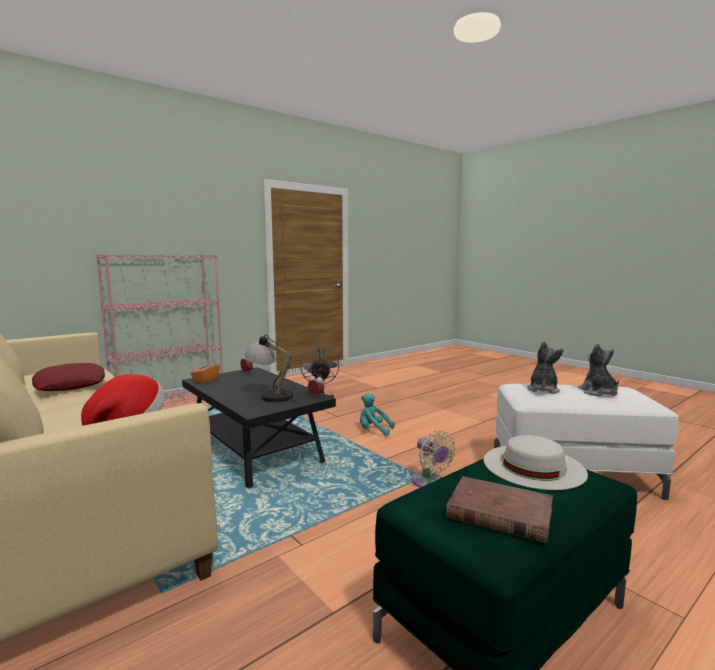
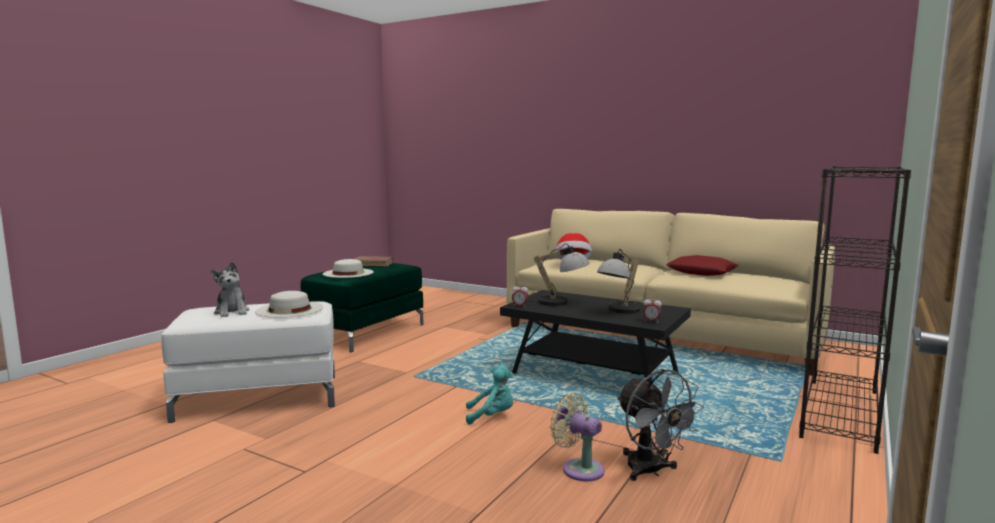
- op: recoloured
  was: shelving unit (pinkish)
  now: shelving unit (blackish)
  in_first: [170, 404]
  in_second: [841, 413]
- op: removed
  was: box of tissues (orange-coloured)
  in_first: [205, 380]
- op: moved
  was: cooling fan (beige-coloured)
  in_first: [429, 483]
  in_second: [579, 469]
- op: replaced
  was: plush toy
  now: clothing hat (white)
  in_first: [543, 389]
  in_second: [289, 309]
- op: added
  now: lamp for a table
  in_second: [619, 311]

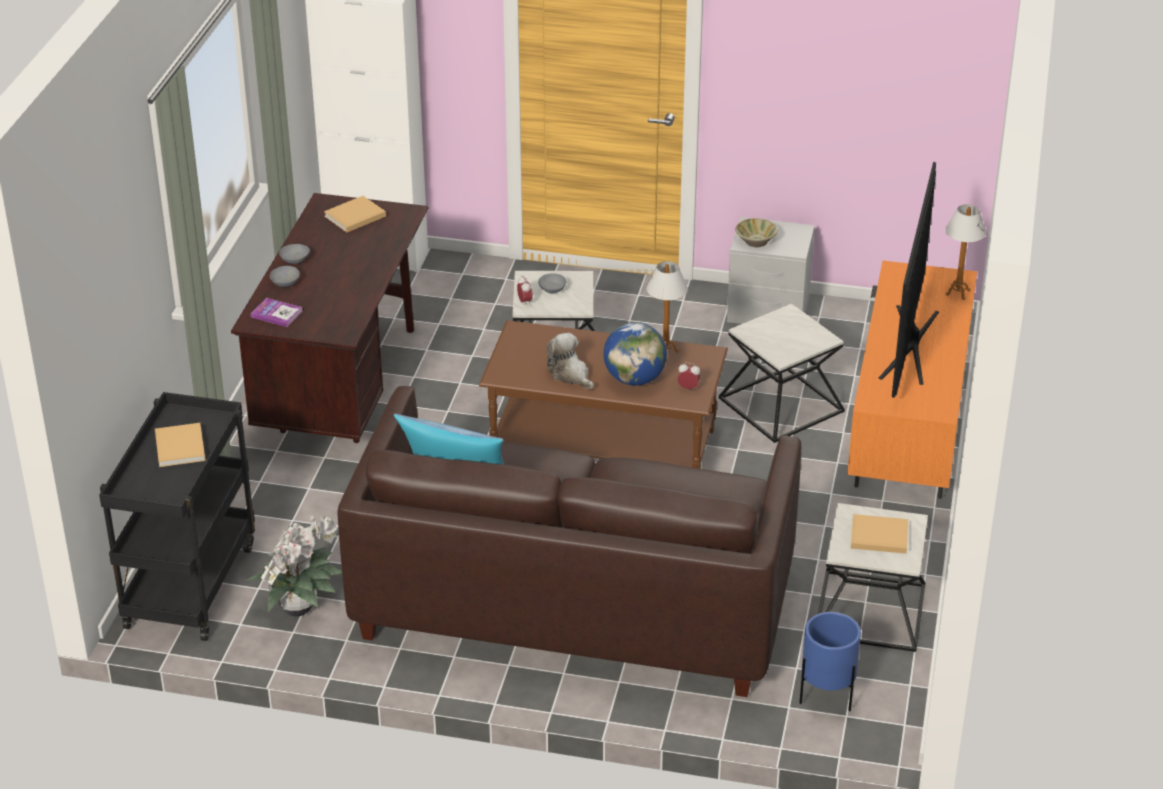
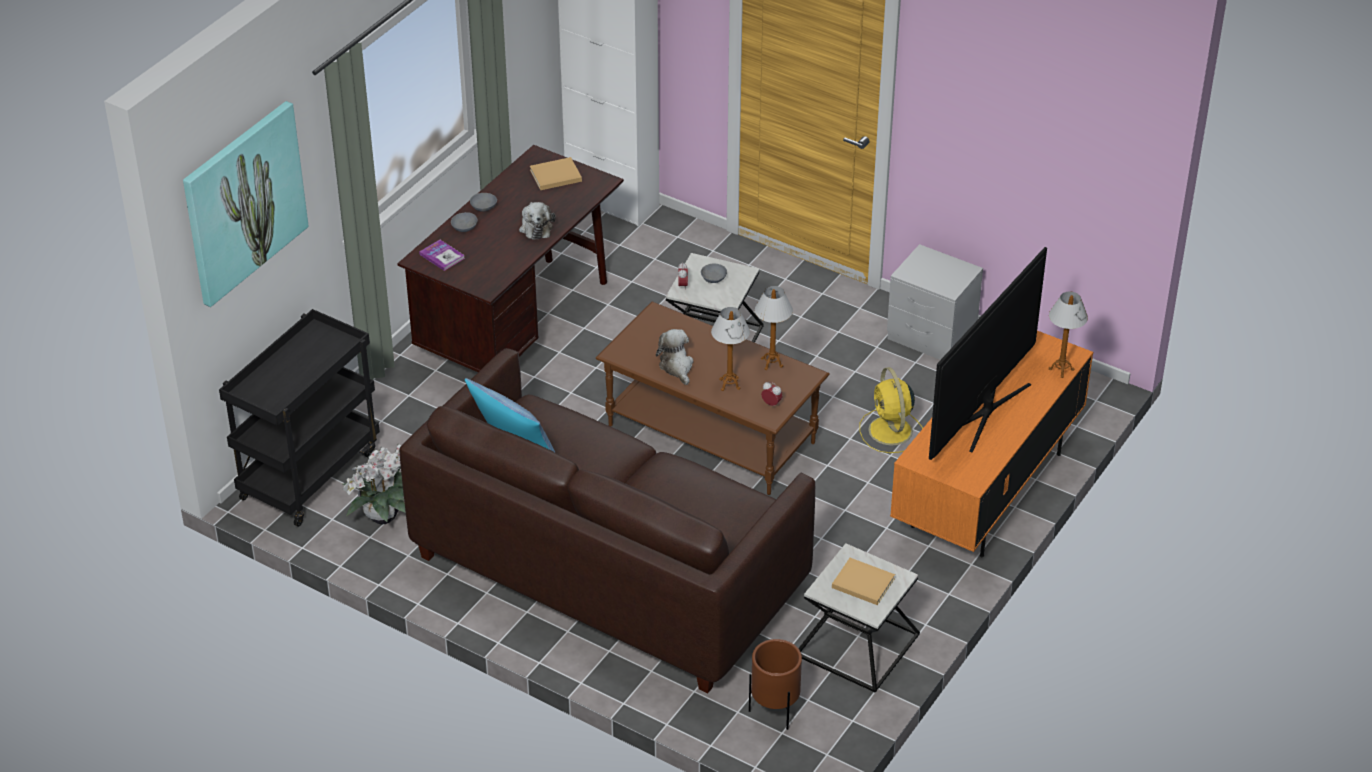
- op: removed
  was: volume (beige-coloured)
  in_first: [180, 448]
- op: replaced
  was: desk globe
  now: lamp for a table
  in_first: [634, 379]
  in_second: [729, 384]
- op: replaced
  was: side table
  now: cooling fan (yellowish)
  in_first: [782, 405]
  in_second: [891, 432]
- op: removed
  was: bowl (beige-coloured)
  in_first: [755, 241]
- op: recoloured
  was: flower pot (bluish)
  now: flower pot (brownish)
  in_first: [826, 697]
  in_second: [774, 711]
- op: added
  now: wall art
  in_second: [243, 202]
- op: added
  now: plush toy
  in_second: [536, 227]

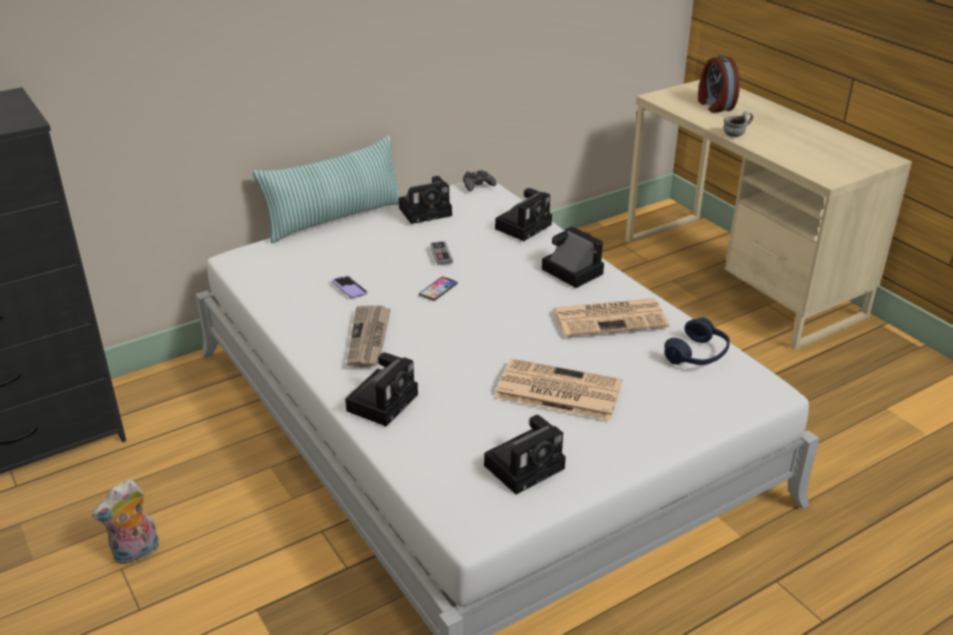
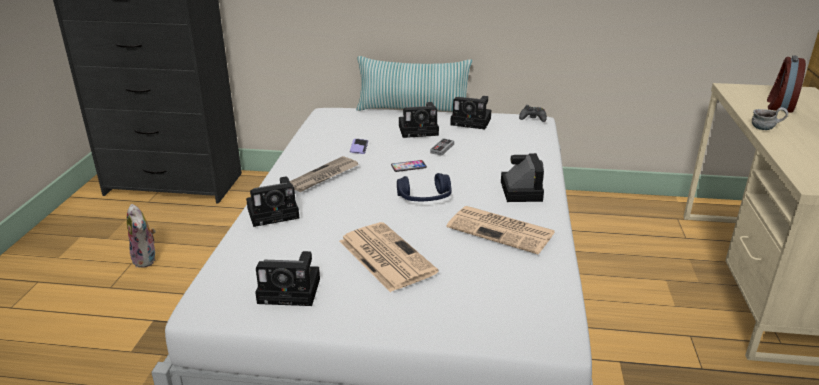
- op: turned
  was: plush toy
  in_first: [136, 553]
  in_second: [146, 259]
  clockwise: -120
- op: moved
  was: still camera
  in_first: [524, 226]
  in_second: [420, 130]
- op: moved
  was: headphones (bluish)
  in_first: [697, 355]
  in_second: [425, 198]

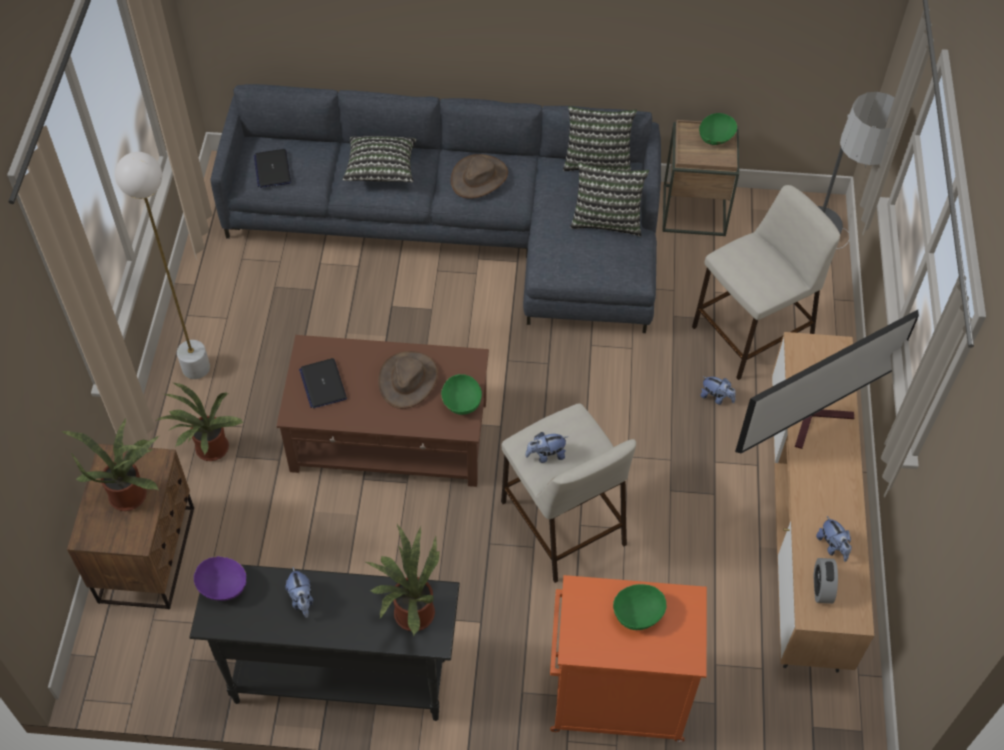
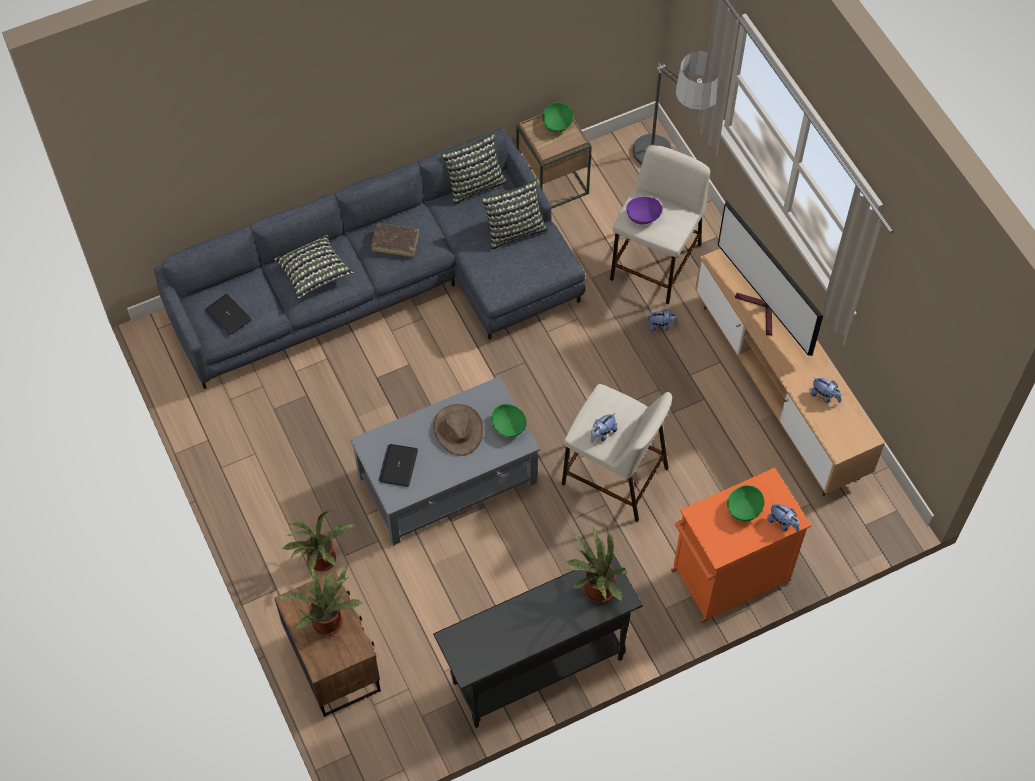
- op: removed
  was: standard lamp (white)
  in_first: [196, 368]
- op: moved
  was: bowl (purple-coloured)
  in_first: [223, 586]
  in_second: [643, 216]
- op: recoloured
  was: lounge table (brownish)
  now: lounge table (gray)
  in_first: [390, 436]
  in_second: [448, 478]
- op: moved
  was: plush toy
  in_first: [302, 600]
  in_second: [783, 523]
- op: turned
  was: notebook computer
  in_first: [323, 384]
  in_second: [398, 465]
  clockwise: 60
- op: replaced
  was: clothing hat (brownish)
  now: volume (brownish)
  in_first: [479, 177]
  in_second: [395, 242]
- op: turned
  was: television
  in_first: [818, 420]
  in_second: [762, 311]
  clockwise: 120
- op: removed
  was: alarm clock
  in_first: [821, 588]

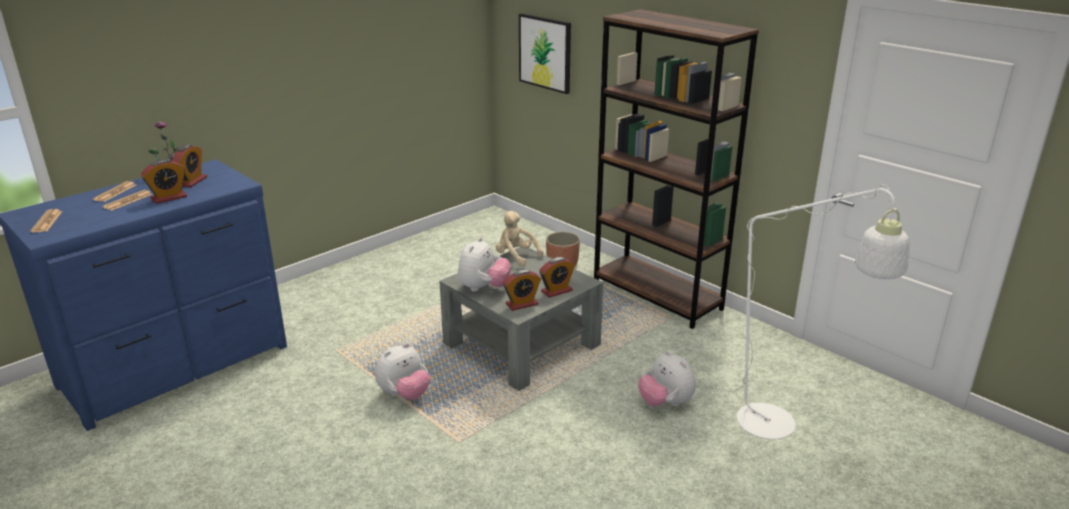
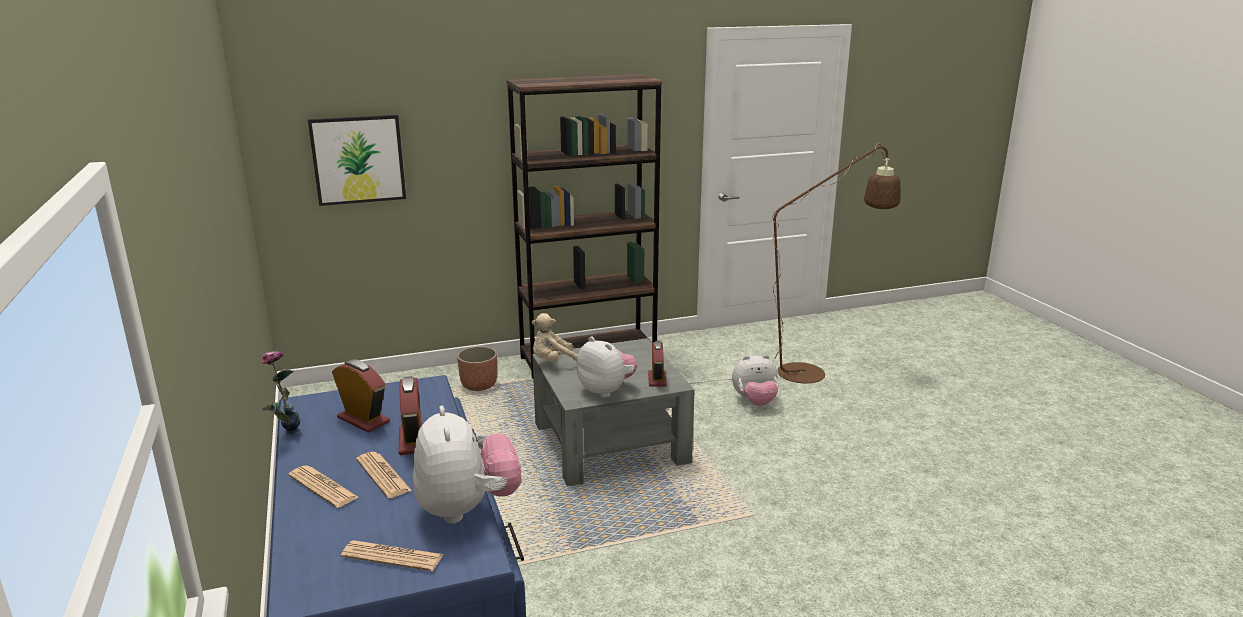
- op: moved
  was: plush toy
  in_first: [404, 394]
  in_second: [467, 509]
- op: removed
  was: alarm clock
  in_first: [556, 291]
- op: recoloured
  was: standard lamp (white)
  now: standard lamp (brownish)
  in_first: [779, 428]
  in_second: [813, 371]

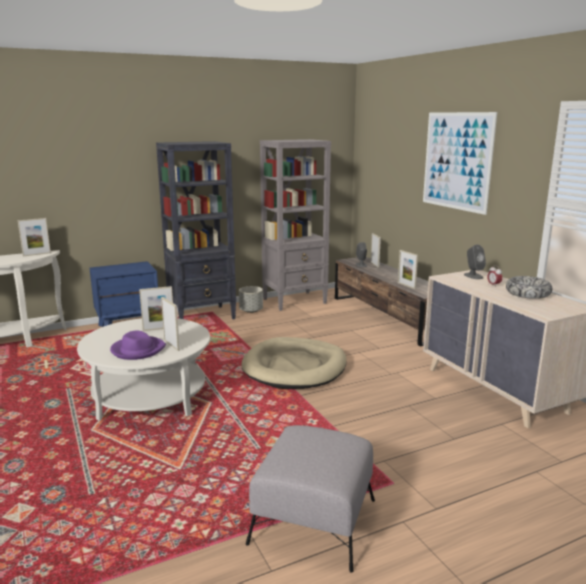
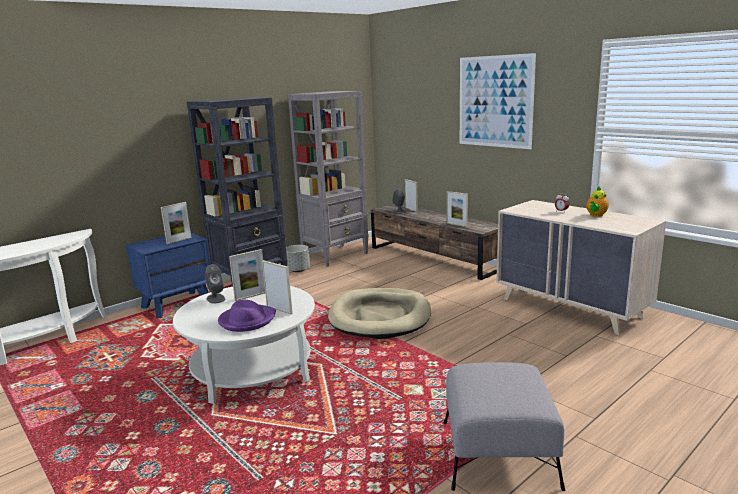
- op: moved
  was: photo frame
  in_first: [37, 254]
  in_second: [179, 240]
- op: moved
  was: speaker (gray)
  in_first: [473, 276]
  in_second: [215, 298]
- op: replaced
  was: bowl
  now: tea pot
  in_first: [527, 293]
  in_second: [596, 215]

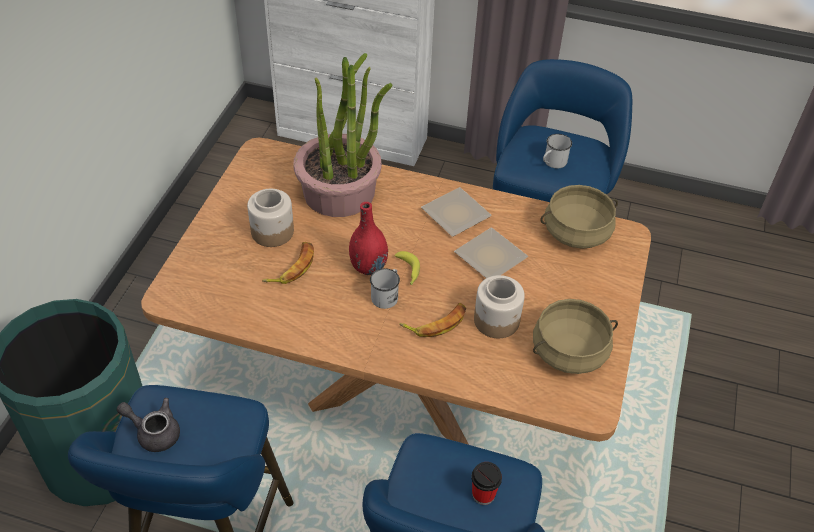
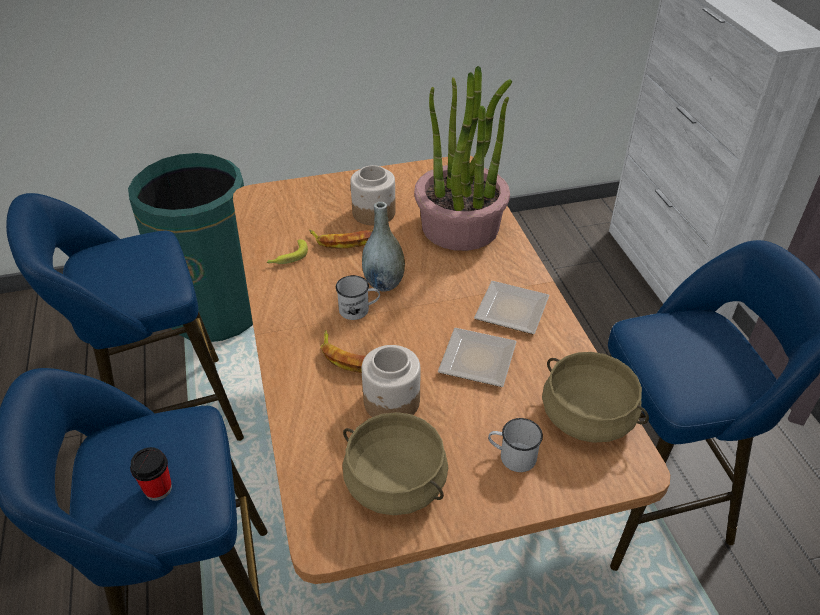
- op: removed
  was: tea pot (gray)
  in_first: [154, 432]
- op: recoloured
  was: flower vase (red)
  now: flower vase (gray)
  in_first: [368, 267]
  in_second: [384, 283]
- op: moved
  was: banana
  in_first: [408, 271]
  in_second: [287, 257]
- op: moved
  was: mug (white)
  in_first: [552, 162]
  in_second: [512, 456]

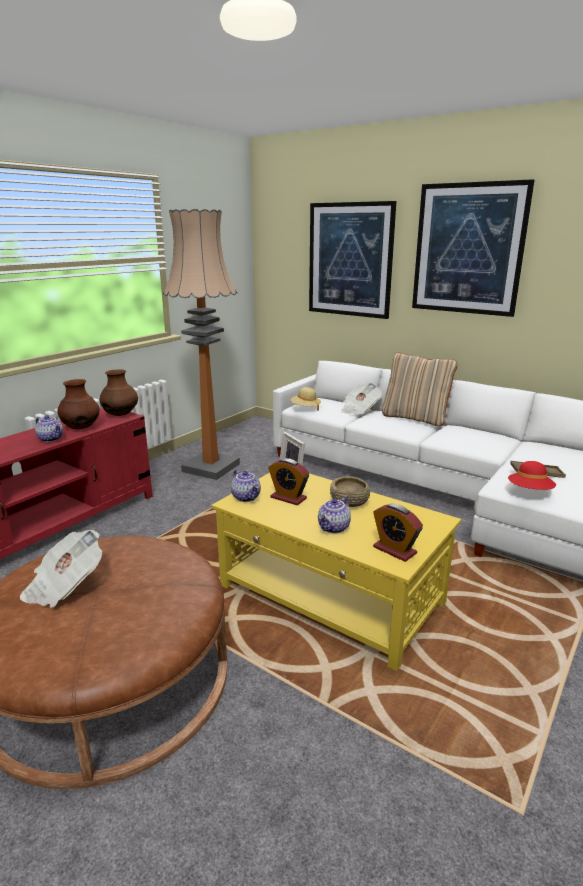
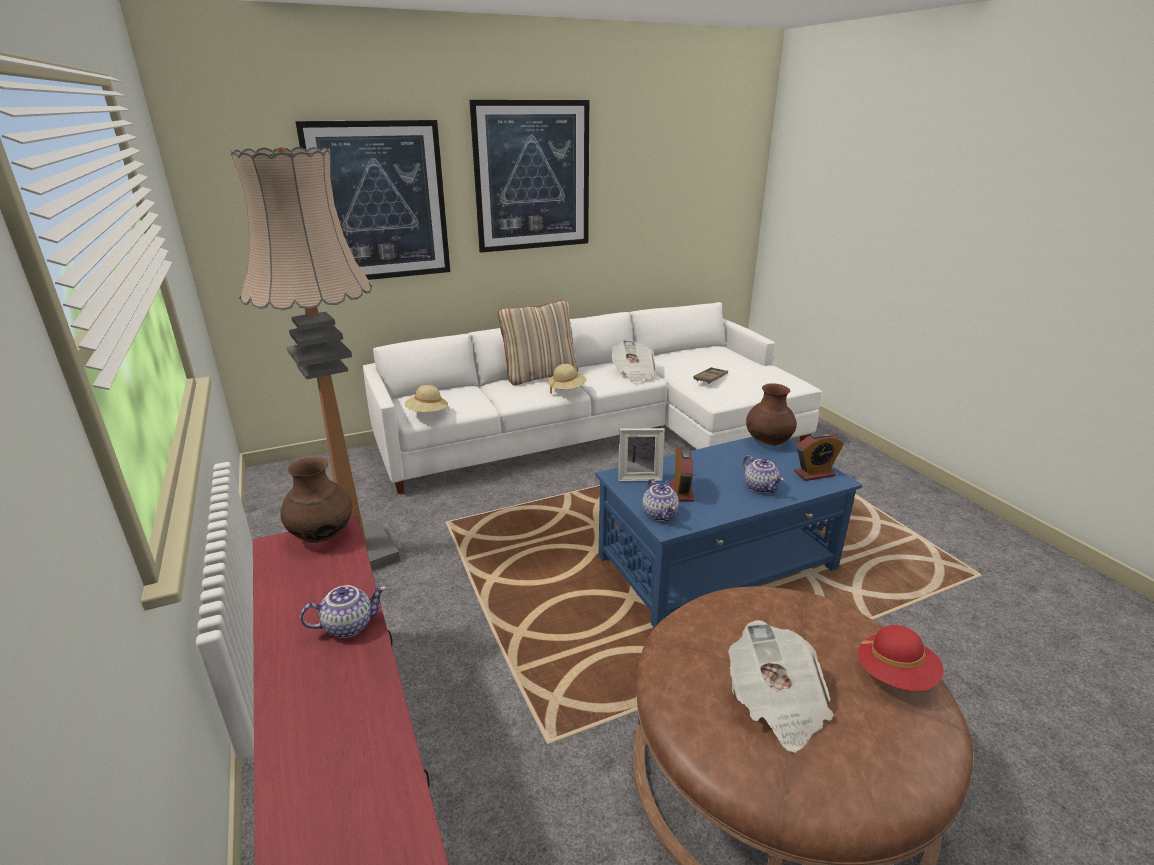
- op: moved
  was: flower vase (brownish)
  in_first: [81, 427]
  in_second: [767, 442]
- op: recoloured
  was: lounge table (yellowish)
  now: lounge table (bluish)
  in_first: [331, 595]
  in_second: [717, 563]
- op: turned
  was: tea pot
  in_first: [247, 497]
  in_second: [660, 514]
  clockwise: 75
- op: turned
  was: alarm clock
  in_first: [288, 498]
  in_second: [681, 492]
  clockwise: -60
- op: removed
  was: bowl (beige-coloured)
  in_first: [348, 500]
- op: moved
  was: newspaper
  in_first: [359, 409]
  in_second: [633, 373]
- op: moved
  was: clothing hat (red)
  in_first: [530, 491]
  in_second: [895, 675]
- op: added
  now: clothing hat (beige-coloured)
  in_second: [566, 389]

